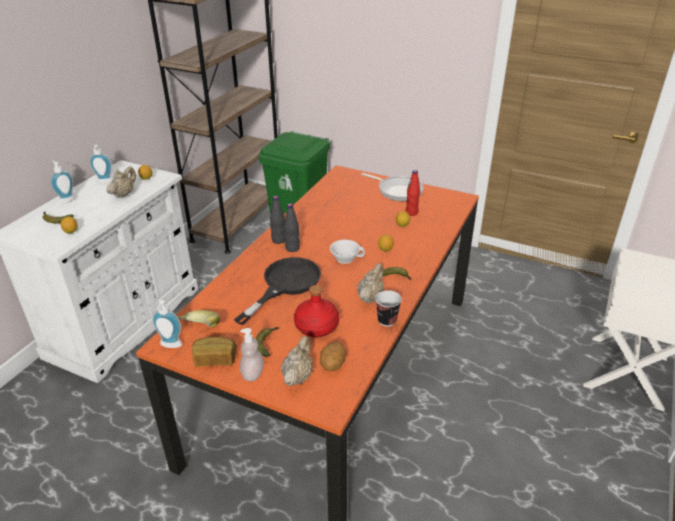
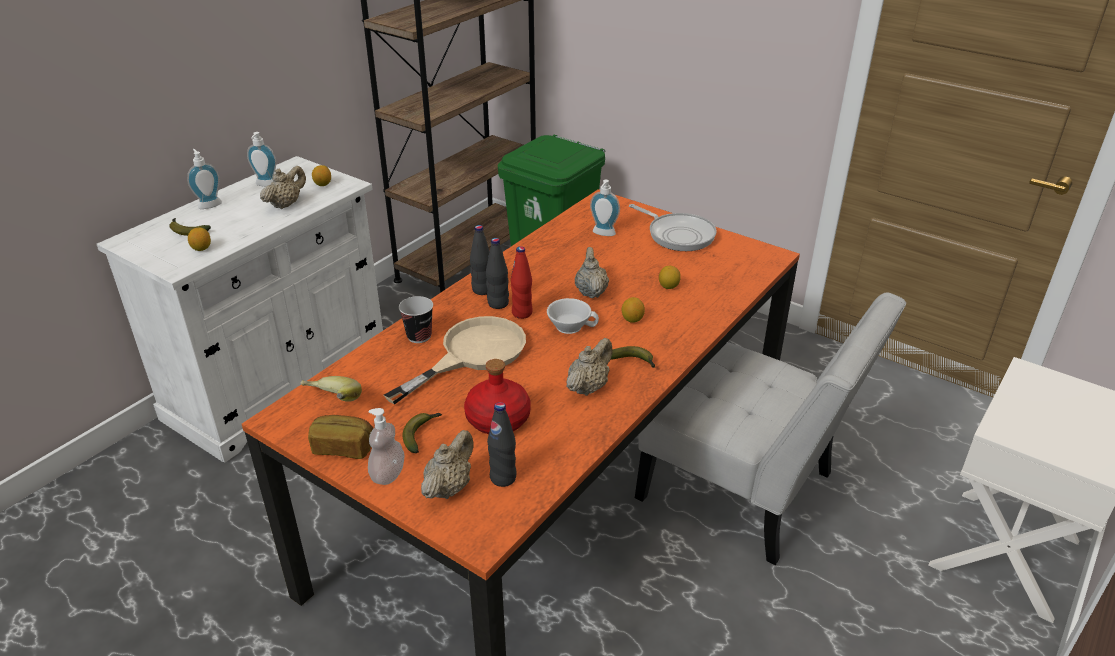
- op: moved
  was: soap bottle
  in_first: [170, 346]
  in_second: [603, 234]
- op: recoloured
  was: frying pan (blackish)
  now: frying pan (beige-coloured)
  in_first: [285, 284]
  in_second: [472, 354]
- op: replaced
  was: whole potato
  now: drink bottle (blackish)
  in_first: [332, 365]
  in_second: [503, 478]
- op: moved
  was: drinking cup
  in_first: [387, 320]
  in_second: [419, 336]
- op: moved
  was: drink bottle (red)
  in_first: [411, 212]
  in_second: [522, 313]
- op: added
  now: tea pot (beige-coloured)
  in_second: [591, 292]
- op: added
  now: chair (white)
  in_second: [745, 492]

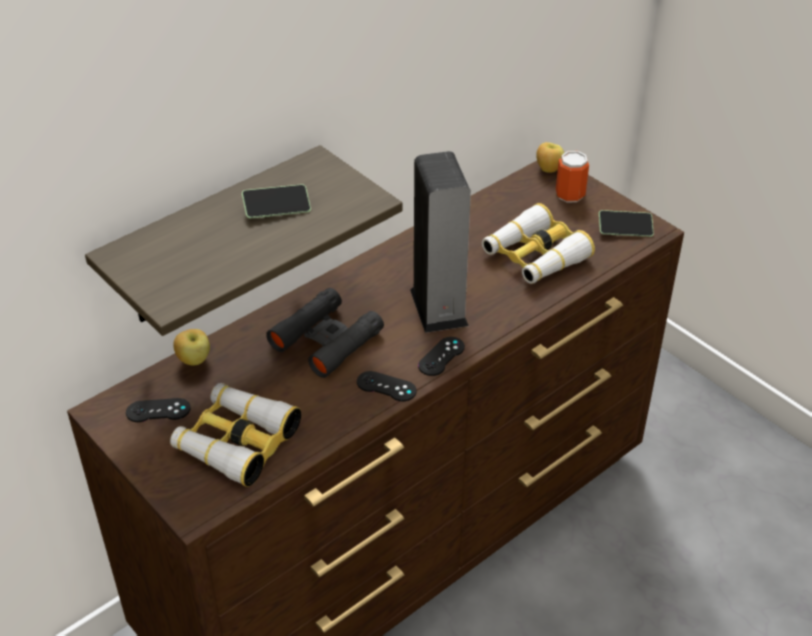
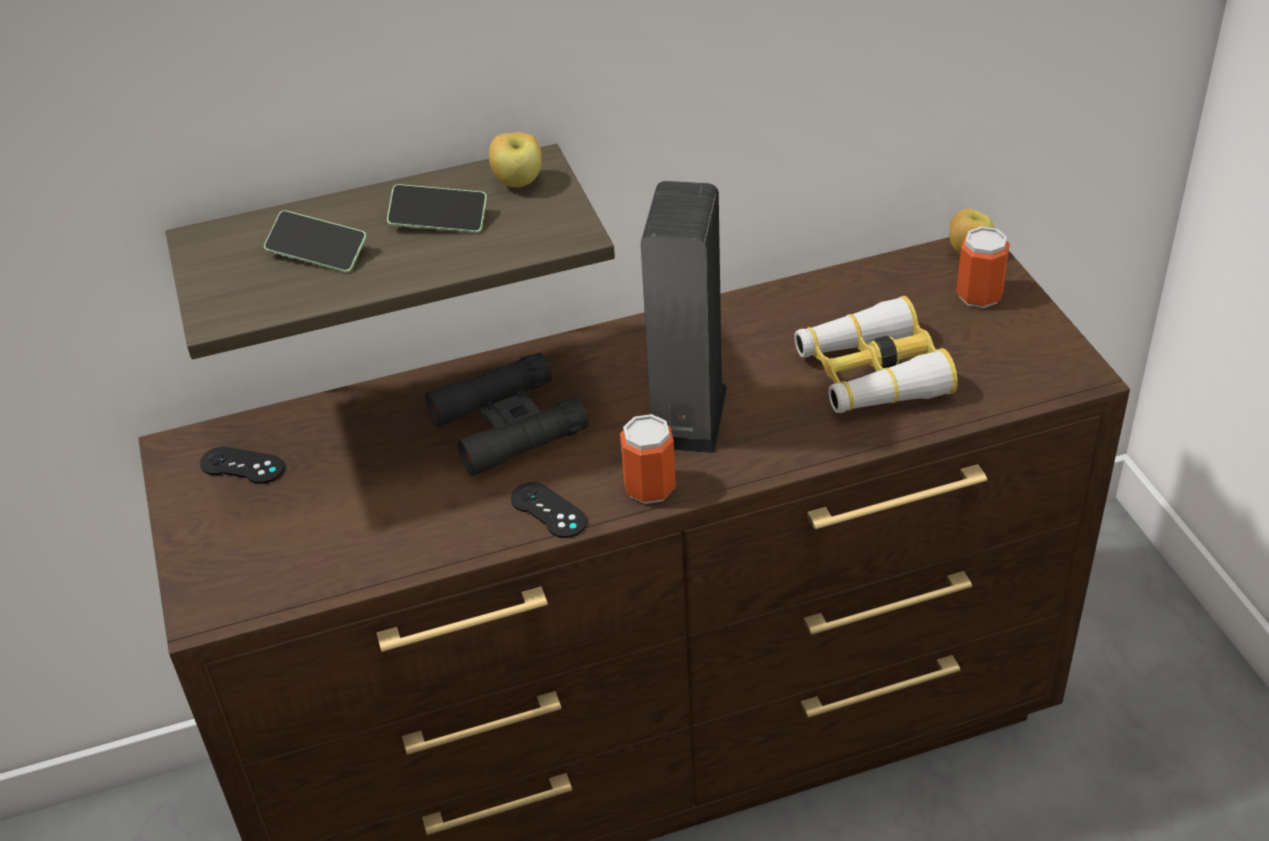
- op: removed
  was: field glasses
  in_first: [236, 441]
- op: moved
  was: apple
  in_first: [194, 360]
  in_second: [518, 183]
- op: replaced
  was: game controller (blackish)
  now: sealed can
  in_first: [441, 356]
  in_second: [649, 487]
- op: moved
  was: phone
  in_first: [625, 230]
  in_second: [317, 253]

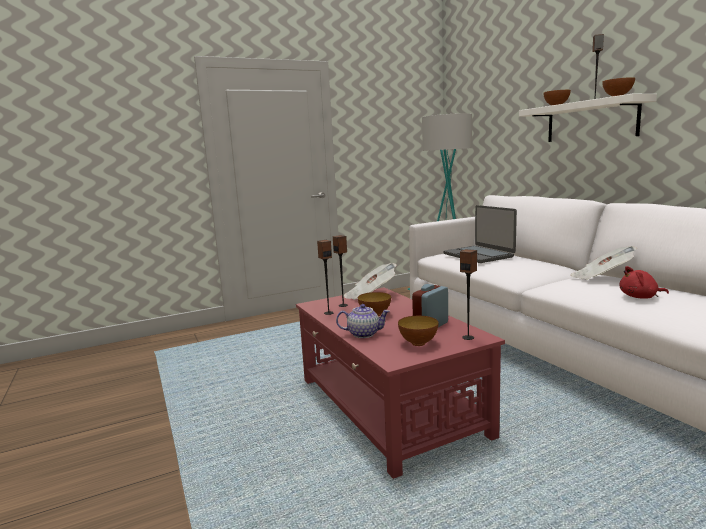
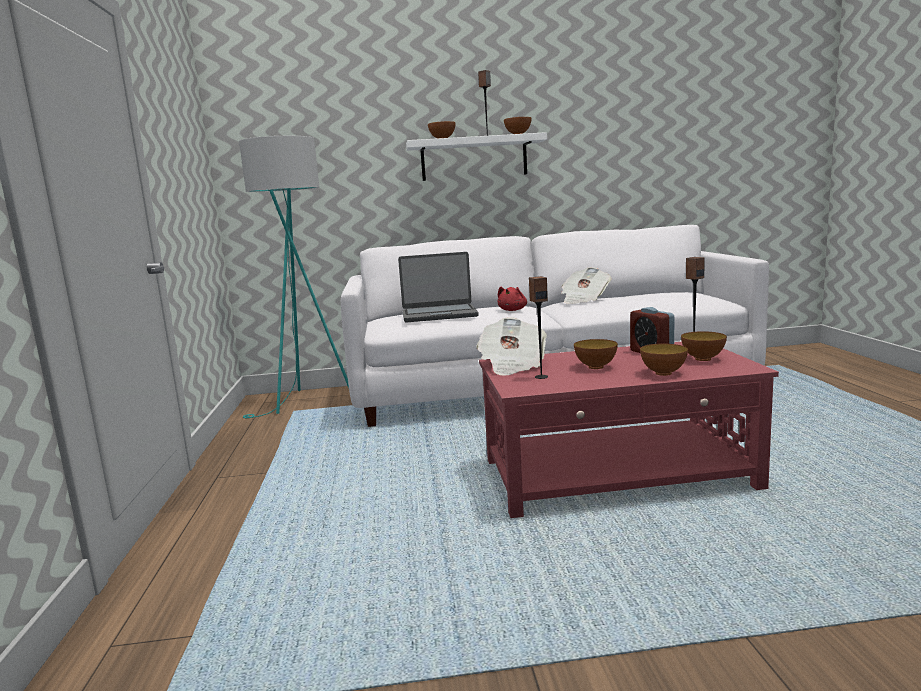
- op: removed
  was: speaker
  in_first: [328, 313]
- op: replaced
  was: tea pot
  now: bowl
  in_first: [364, 334]
  in_second: [663, 373]
- op: moved
  was: plush toy (red)
  in_first: [640, 297]
  in_second: [513, 310]

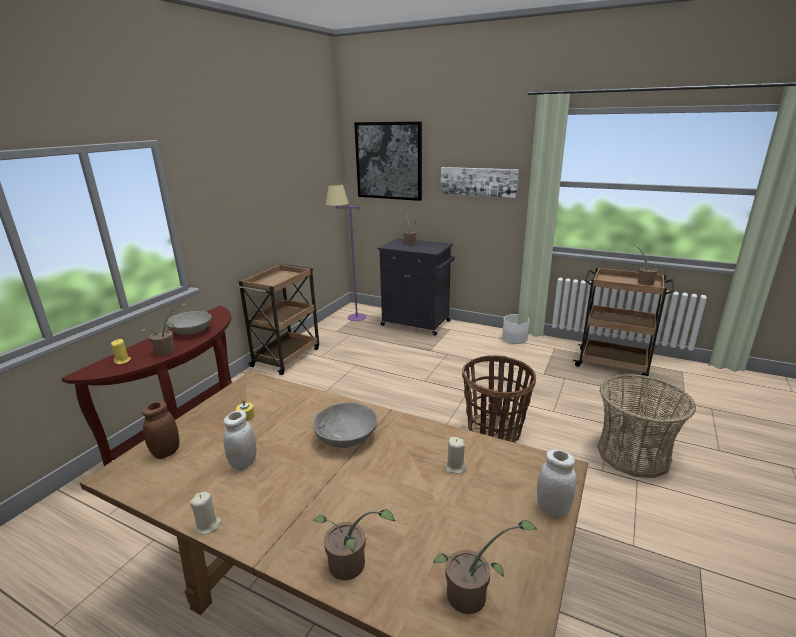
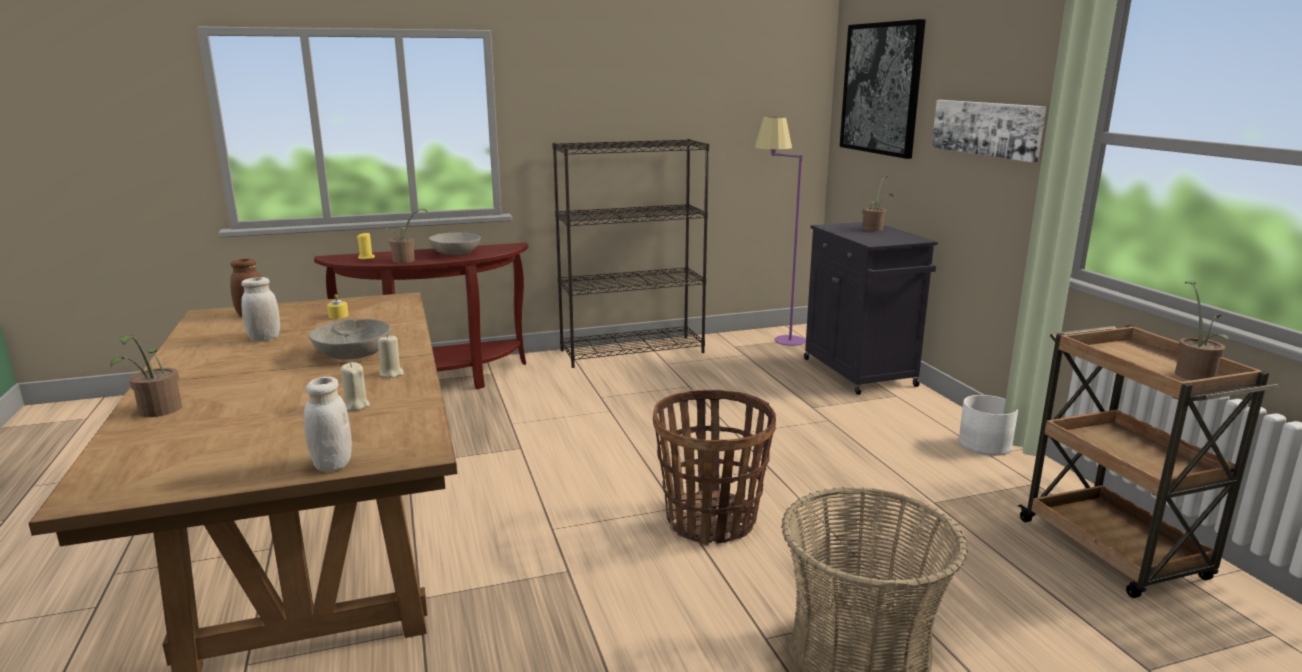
- op: moved
  was: wax light (beige-coloured)
  in_first: [208, 525]
  in_second: [391, 374]
- op: replaced
  was: wheeled cart (brownish)
  now: shelving unit (blackish)
  in_first: [287, 356]
  in_second: [633, 351]
- op: removed
  was: plant in a pot
  in_first: [473, 597]

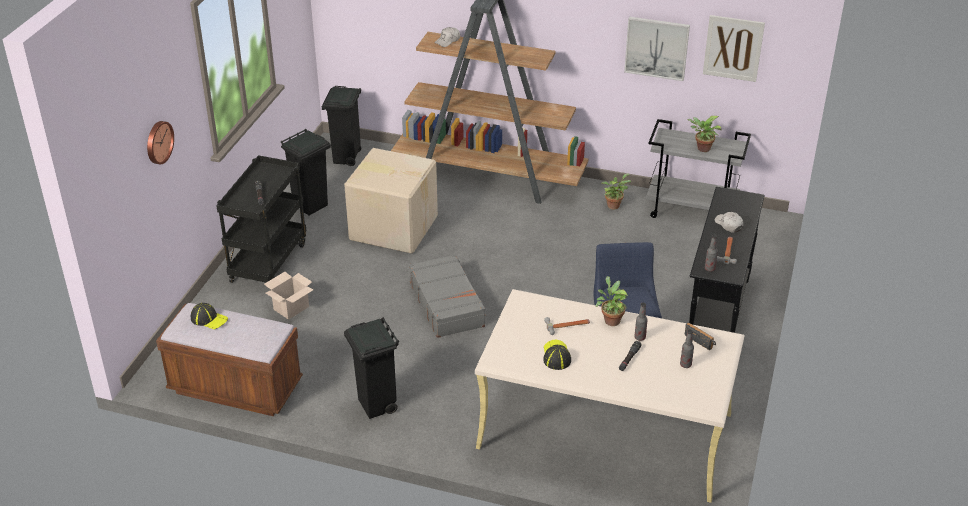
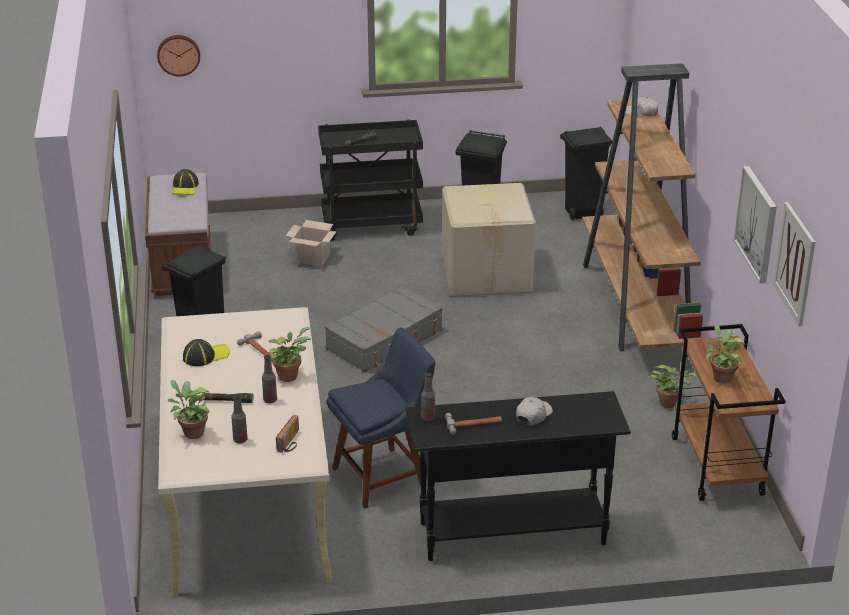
- op: moved
  was: wall clock
  in_first: [158, 142]
  in_second: [178, 54]
- op: recoloured
  was: wheeled cart (gray)
  now: wheeled cart (brownish)
  in_first: [691, 211]
  in_second: [718, 466]
- op: added
  now: plant in a pot
  in_second: [191, 432]

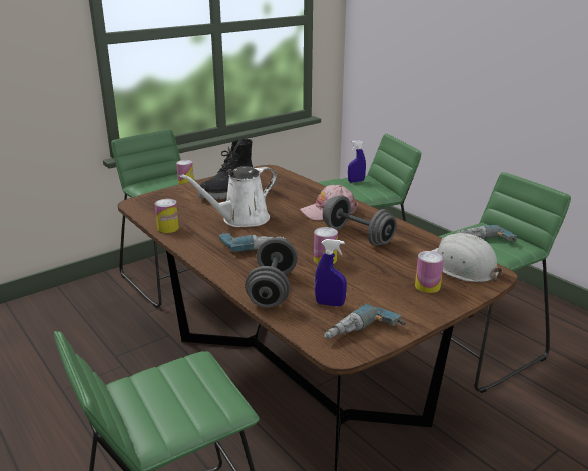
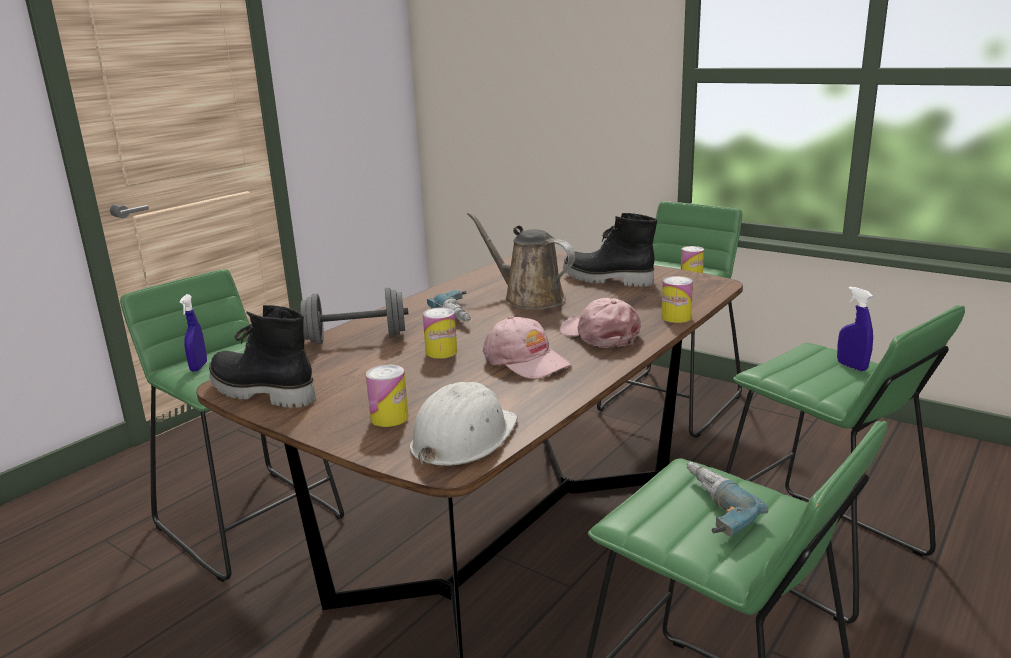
- op: moved
  was: sealed can
  in_first: [168, 228]
  in_second: [676, 317]
- op: recoloured
  was: watering pot (white)
  now: watering pot (brownish)
  in_first: [241, 219]
  in_second: [529, 298]
- op: moved
  was: hand sprayer (bluish)
  in_first: [330, 304]
  in_second: [199, 367]
- op: replaced
  was: free weight (gray)
  now: cap (pinkish)
  in_first: [357, 236]
  in_second: [526, 361]
- op: replaced
  was: drill
  now: tall boot (blackish)
  in_first: [364, 335]
  in_second: [260, 393]

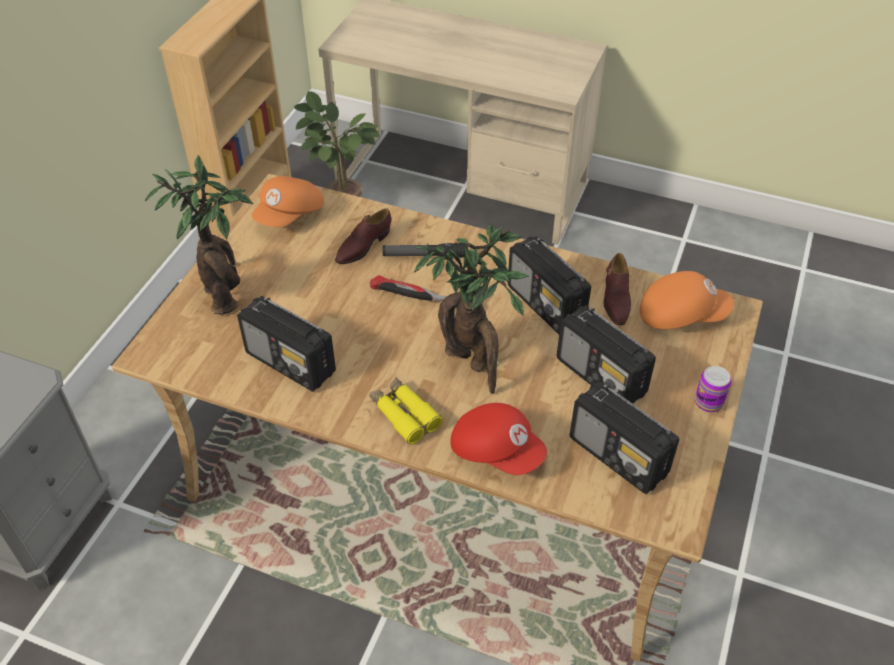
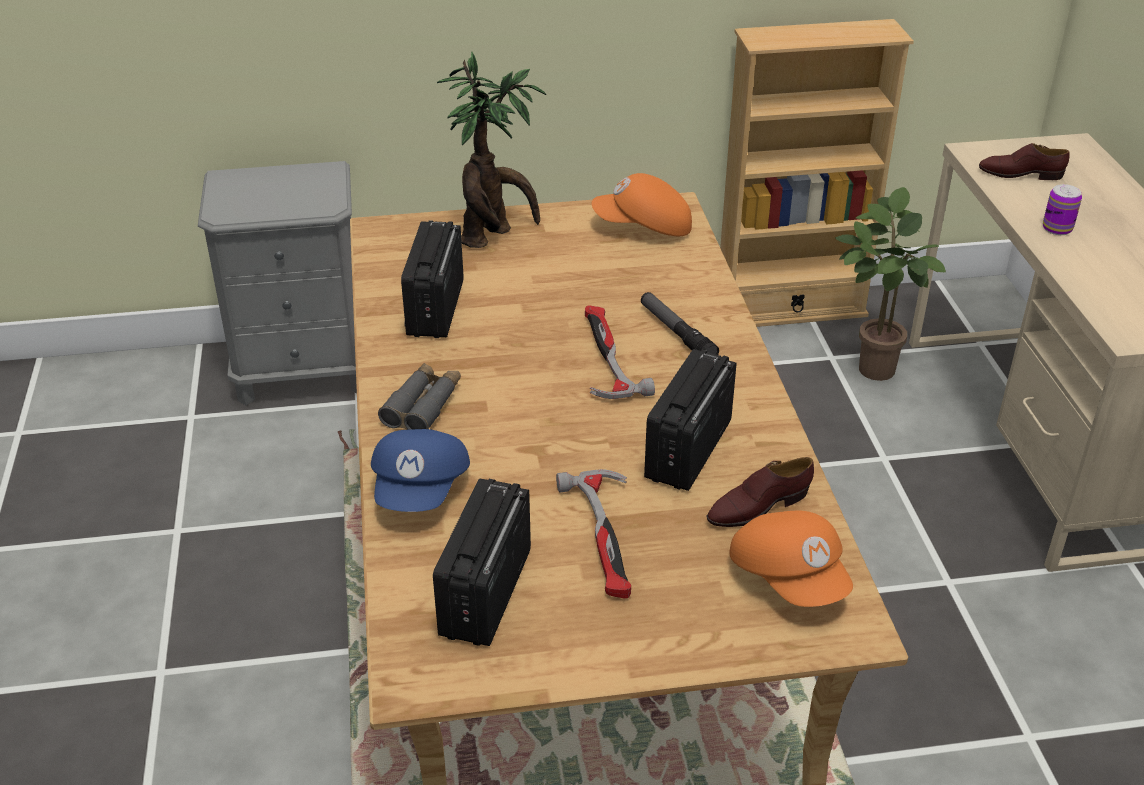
- op: moved
  was: low shoe (brownish)
  in_first: [363, 246]
  in_second: [1020, 174]
- op: recoloured
  was: field glasses (yellowish)
  now: field glasses (gray)
  in_first: [404, 414]
  in_second: [423, 406]
- op: removed
  was: plant in a pot
  in_first: [472, 362]
- op: recoloured
  was: cap (red)
  now: cap (bluish)
  in_first: [497, 450]
  in_second: [421, 490]
- op: replaced
  was: radio
  now: hammer
  in_first: [601, 377]
  in_second: [606, 537]
- op: moved
  was: sealed can
  in_first: [708, 402]
  in_second: [1057, 228]

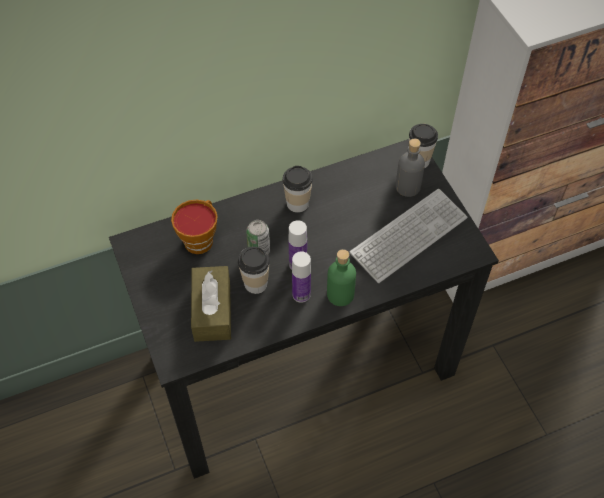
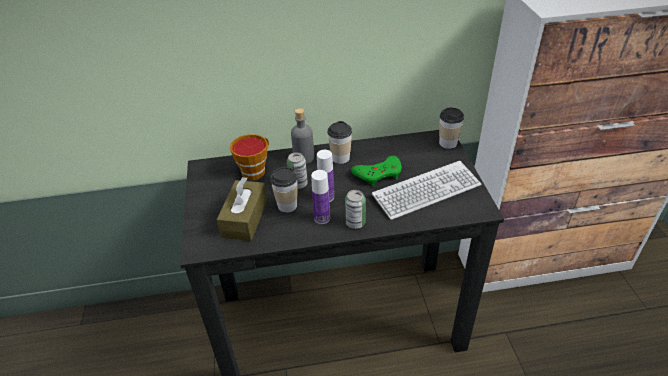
- op: replaced
  was: drink bottle (green-coloured)
  now: sealed can
  in_first: [340, 294]
  in_second: [355, 223]
- op: moved
  was: drink bottle (gray)
  in_first: [407, 187]
  in_second: [304, 157]
- op: added
  now: game controller (green-coloured)
  in_second: [378, 174]

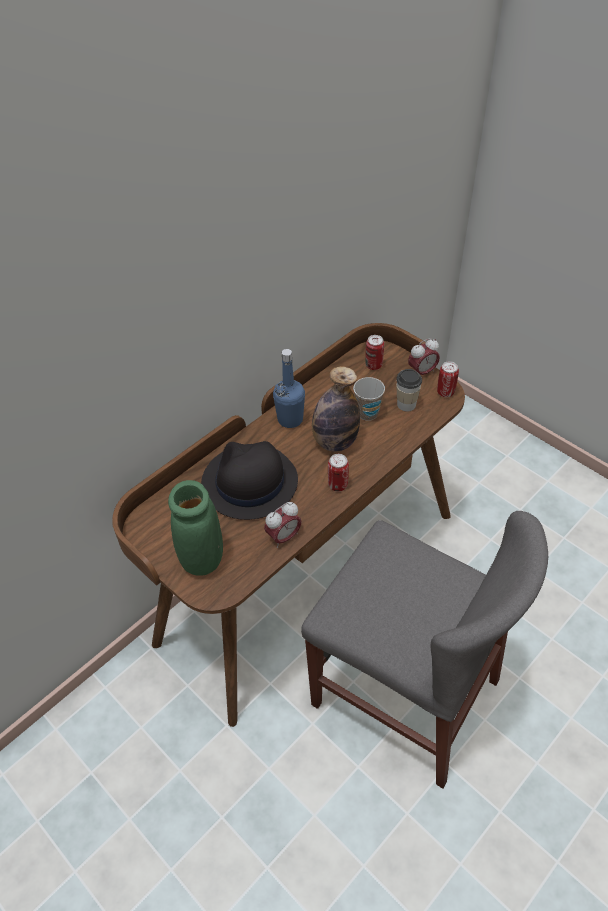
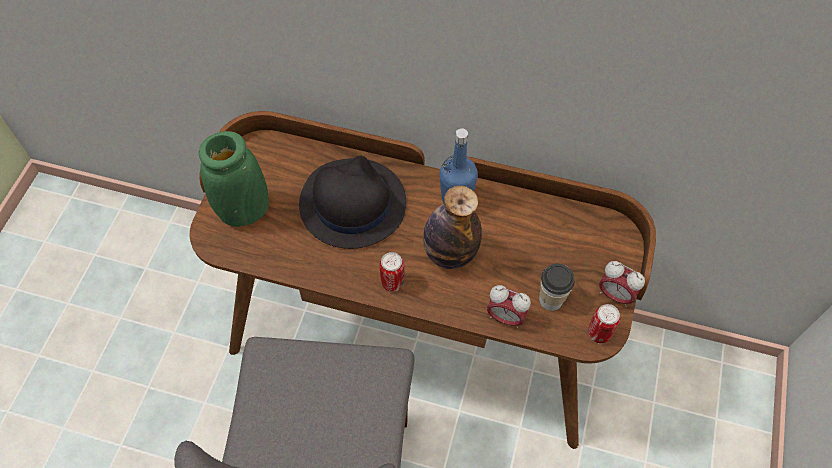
- op: moved
  was: alarm clock
  in_first: [283, 537]
  in_second: [505, 317]
- op: removed
  was: drinking cup
  in_first: [367, 413]
- op: removed
  was: sealed can
  in_first: [373, 365]

